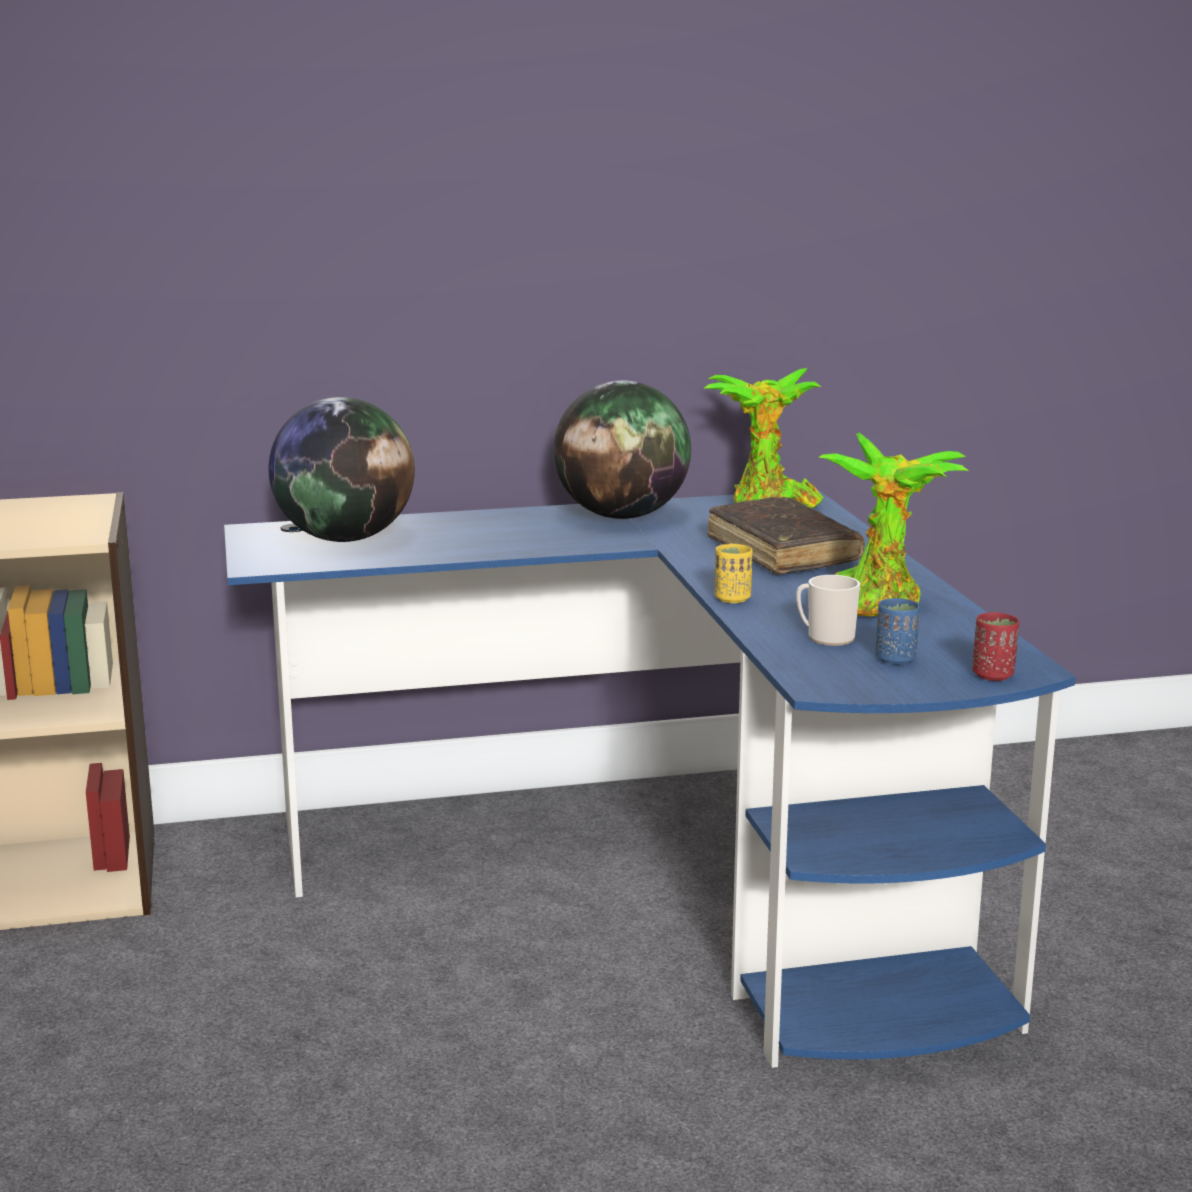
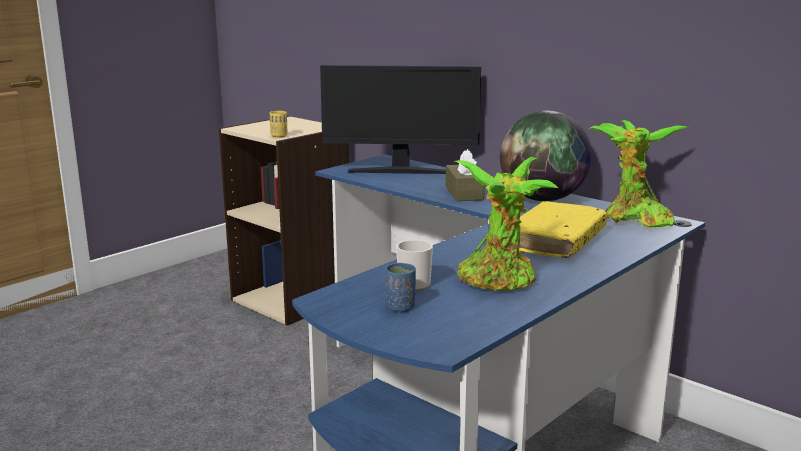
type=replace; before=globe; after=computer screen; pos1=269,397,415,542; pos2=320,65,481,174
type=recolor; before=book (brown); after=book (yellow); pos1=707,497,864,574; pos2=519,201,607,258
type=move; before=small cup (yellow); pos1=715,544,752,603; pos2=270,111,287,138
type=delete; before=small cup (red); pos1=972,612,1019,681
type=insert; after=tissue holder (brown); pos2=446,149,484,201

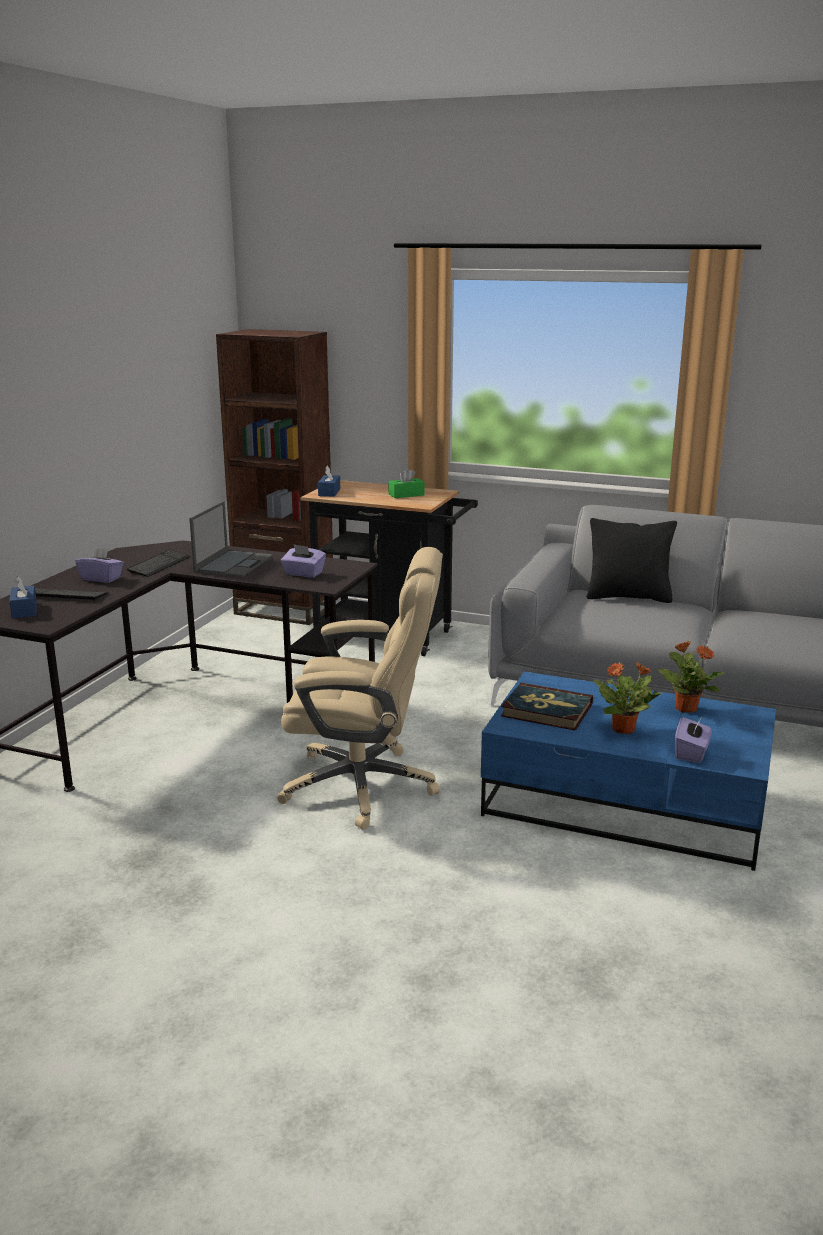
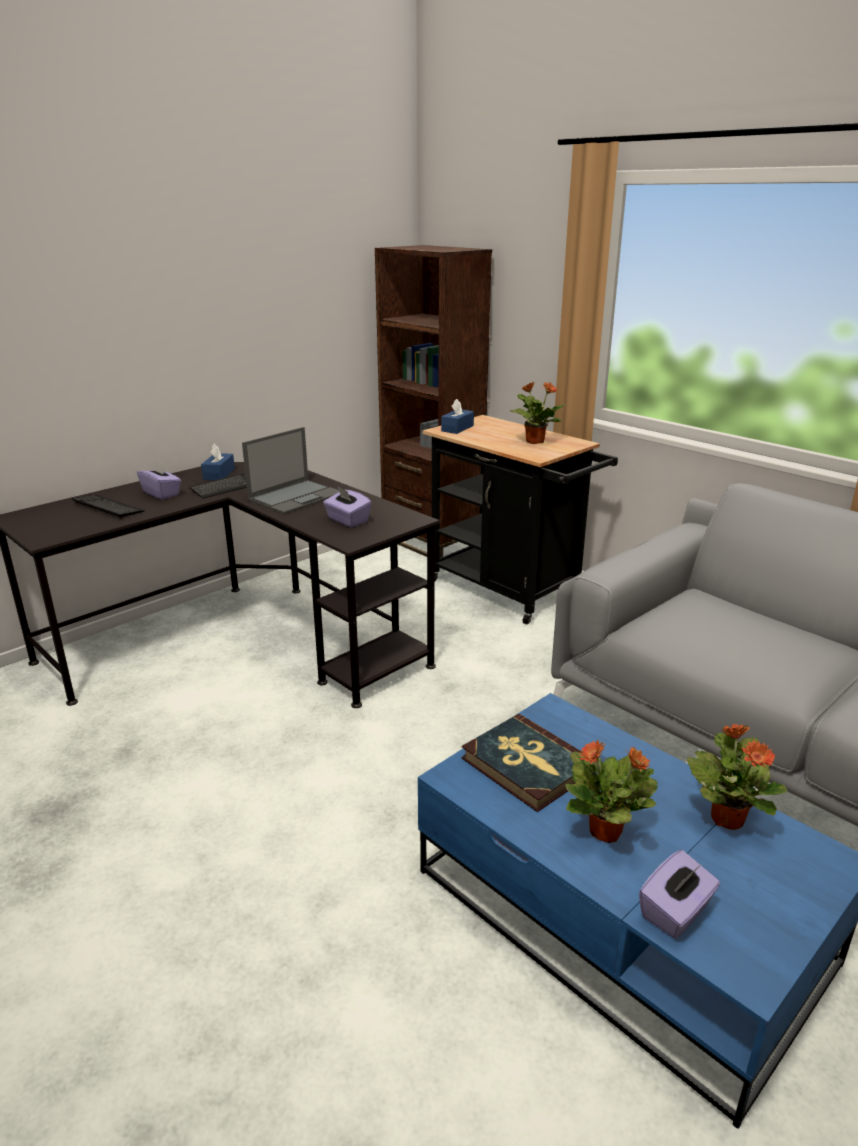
type=replace; before=tissue holder (green-coloured); after=potted plant; pos1=389,468,424,498; pos2=509,381,566,444
type=delete; before=cushion (black); pos1=587,518,677,603
type=delete; before=computer chair (beige); pos1=277,547,443,829
type=move; before=tissue holder (blue-coloured); pos1=9,576,37,618; pos2=201,444,235,480

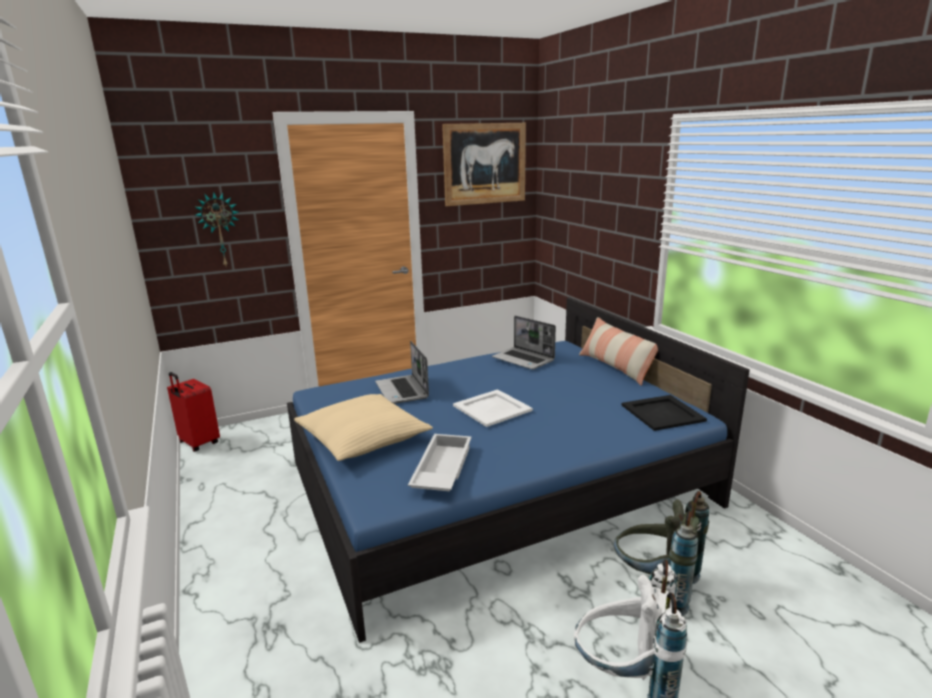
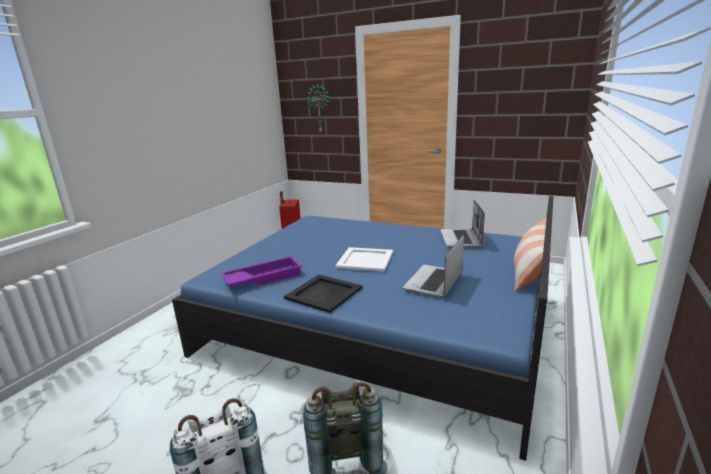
type=delete; before=wall art; pos1=442,123,526,206
type=move; before=notebook computer; pos1=375,341,429,404; pos2=403,235,464,298
type=delete; before=cushion (beige); pos1=294,394,433,461
type=move; before=tray (black); pos1=622,395,707,431; pos2=284,275,363,313
type=recolor; before=tray (white); after=tray (purple); pos1=408,434,472,491; pos2=221,256,302,286

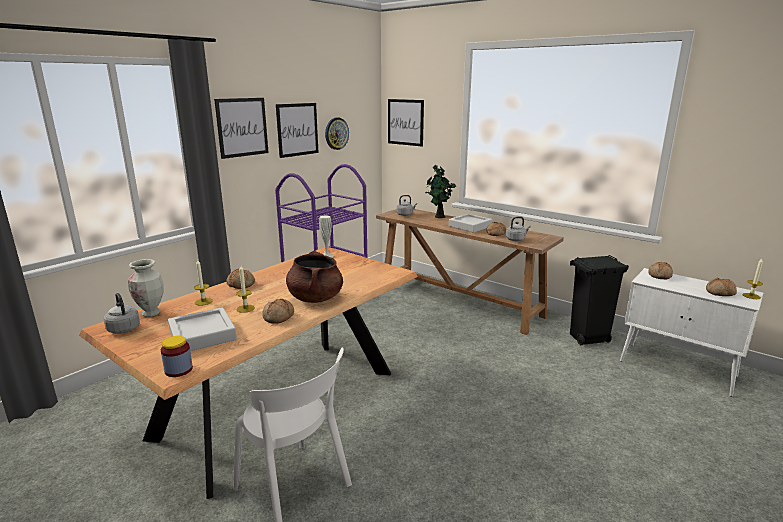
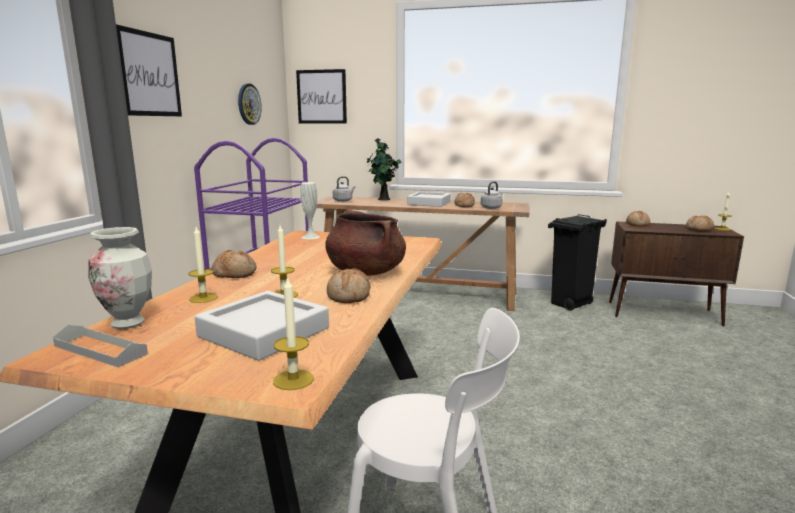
type=delete; before=wall art; pos1=276,103,319,158
type=recolor; before=cupboard (white); after=cupboard (brown); pos1=620,268,763,397; pos2=609,221,744,326
type=replace; before=water kettle (grey); after=tray (grey); pos1=104,293,140,334; pos2=53,325,148,368
type=replace; before=preserve jar; after=wax candle; pos1=161,336,193,377; pos2=273,276,314,390

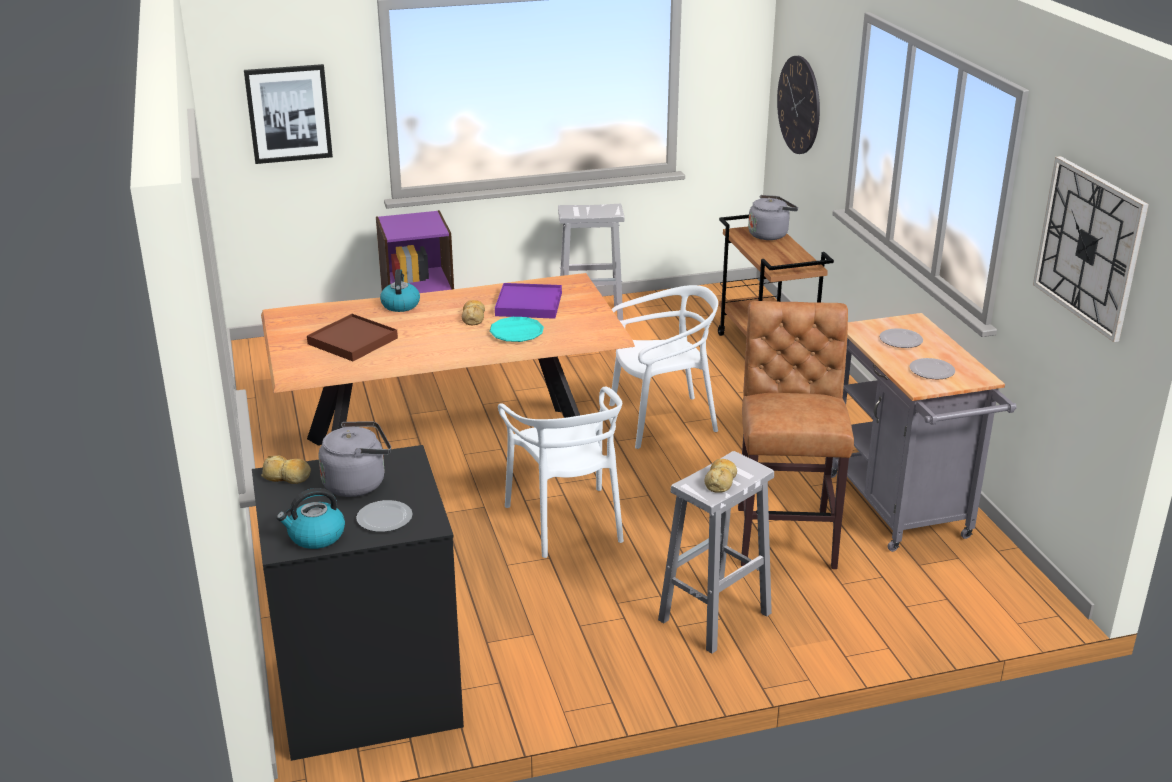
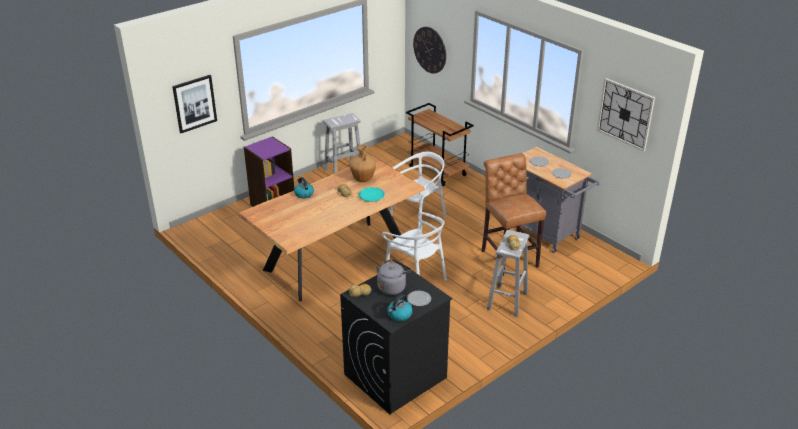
type=delete; before=water kettle (grey); pos1=748,195,798,240
type=replace; before=tray (purple); after=flower vase (brown); pos1=495,283,562,319; pos2=349,145,376,182
type=delete; before=tray (brown); pos1=307,314,398,361

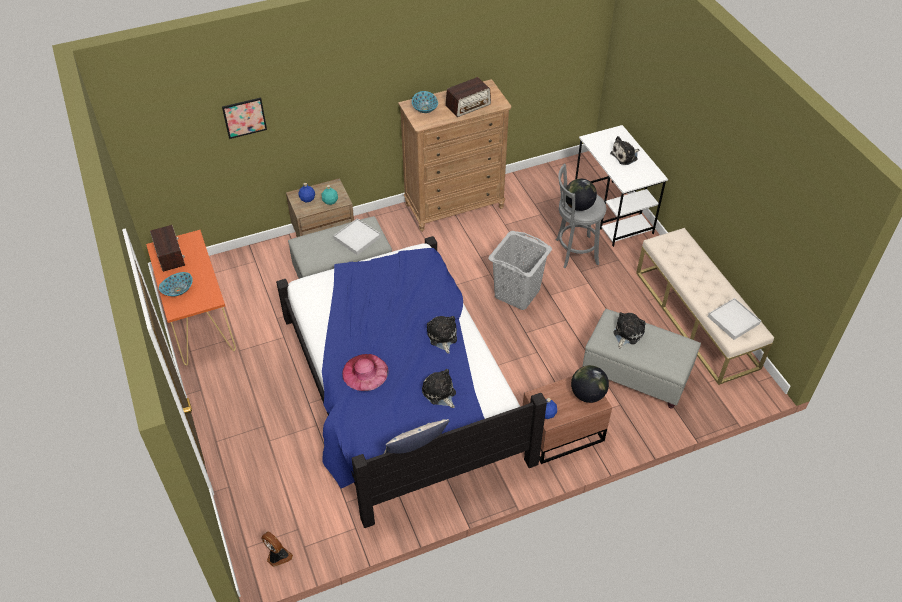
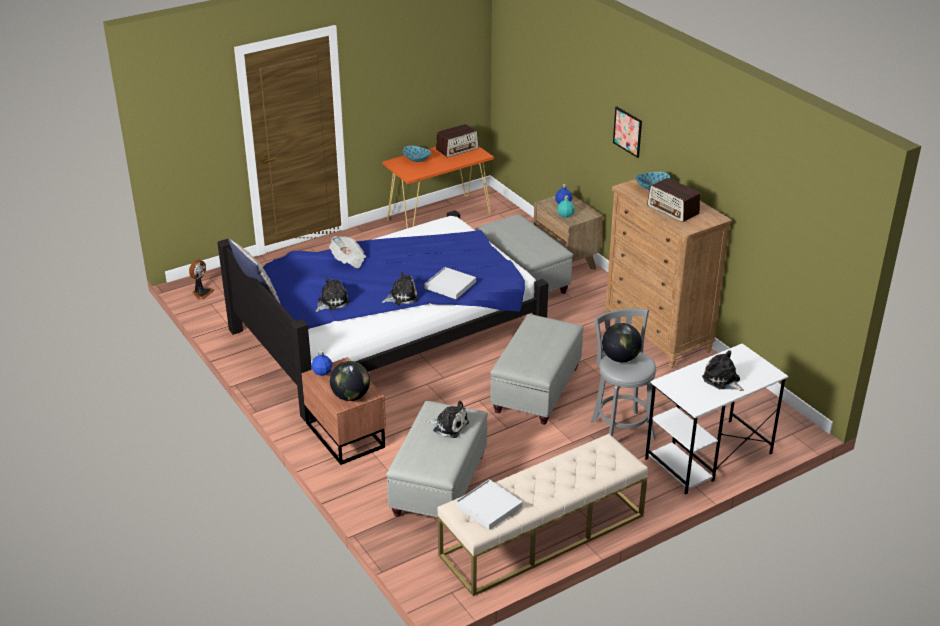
type=move; before=wall art; pos1=222,98,267,139; pos2=613,107,642,158
type=move; before=tray (white); pos1=333,218,381,255; pos2=424,267,476,299
type=replace; before=hamper (grey); after=pouffe (grey); pos1=489,231,552,310; pos2=490,314,584,425
type=replace; before=hat (pink); after=daily paper; pos1=342,354,388,391; pos2=329,236,366,268

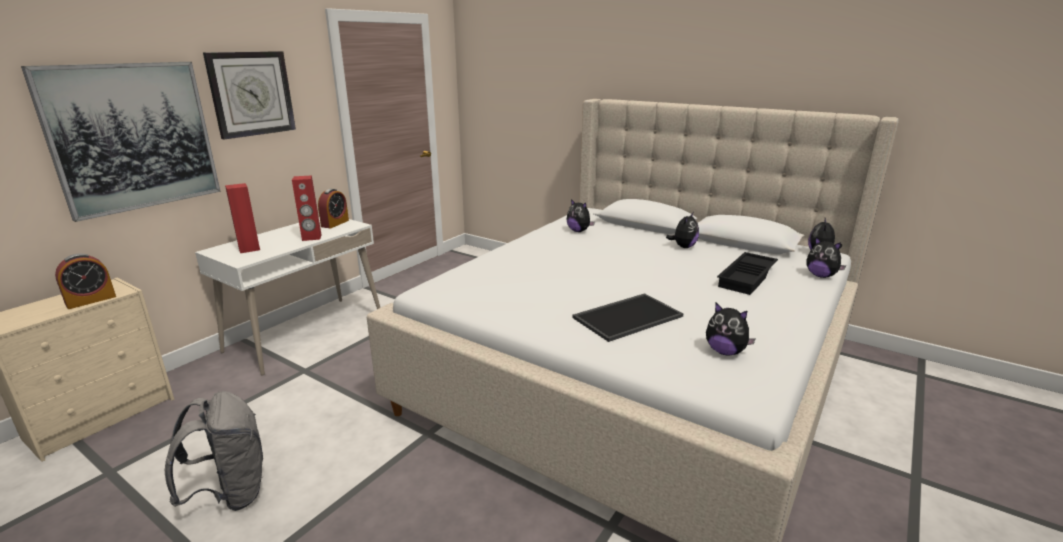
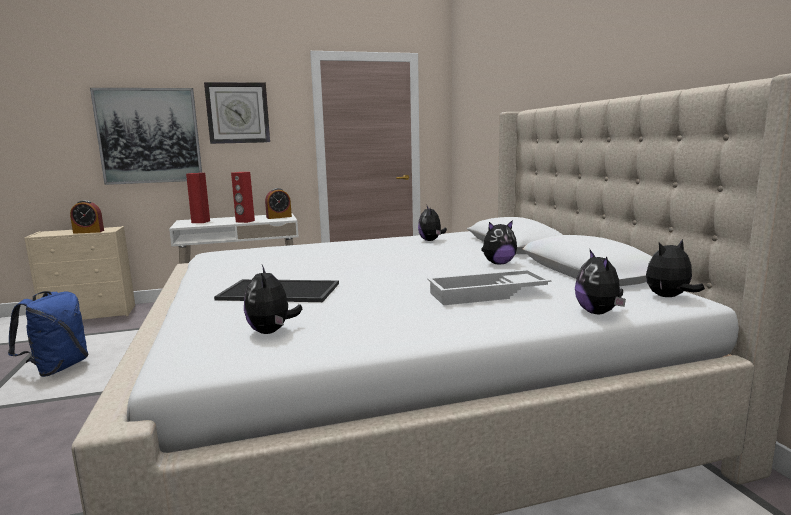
type=recolor; before=tray (black); after=tray (white); pos1=717,252,778,295; pos2=427,269,552,305
type=recolor; before=knapsack (grey); after=knapsack (blue-coloured); pos1=164,391,264,511; pos2=8,291,89,377

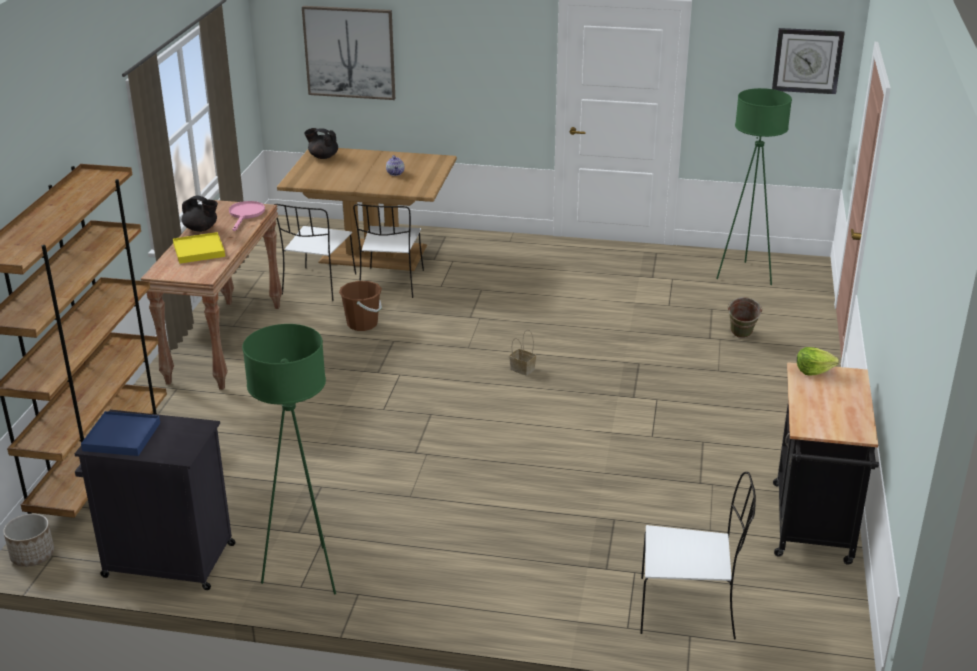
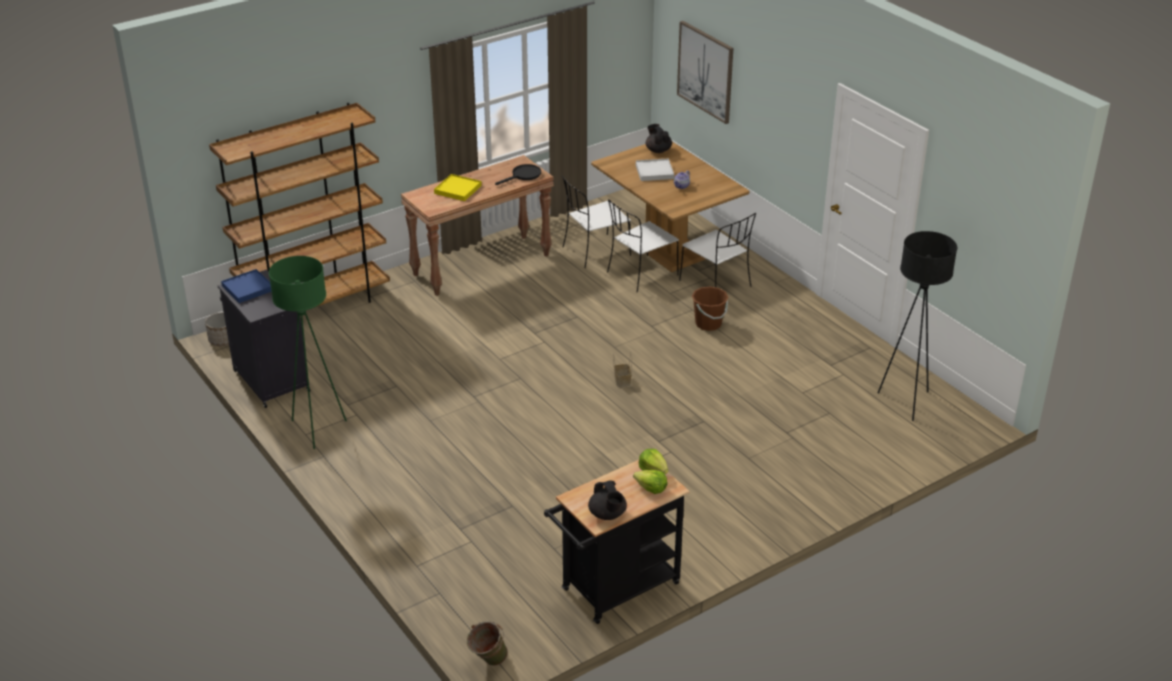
type=delete; before=clock on the wall; pos1=772,28,845,94
type=recolor; before=standing lamp (green-coloured); after=standing lamp (black); pos1=716,88,792,285; pos2=878,231,957,421
type=move; before=tea pot (black); pos1=182,196,218,232; pos2=588,480,627,520
type=recolor; before=frying pan (pink); after=frying pan (black); pos1=229,201,265,231; pos2=495,164,541,185
type=move; before=pail (brown); pos1=339,281,382,331; pos2=692,287,729,331
type=move; before=pail (green-coloured); pos1=728,297,763,338; pos2=467,621,508,666
type=move; before=plain chair (white); pos1=640,472,756,639; pos2=679,213,756,287
type=insert; after=tray (white); pos2=636,158,674,181
type=insert; after=lettuce head; pos2=633,470,667,494

